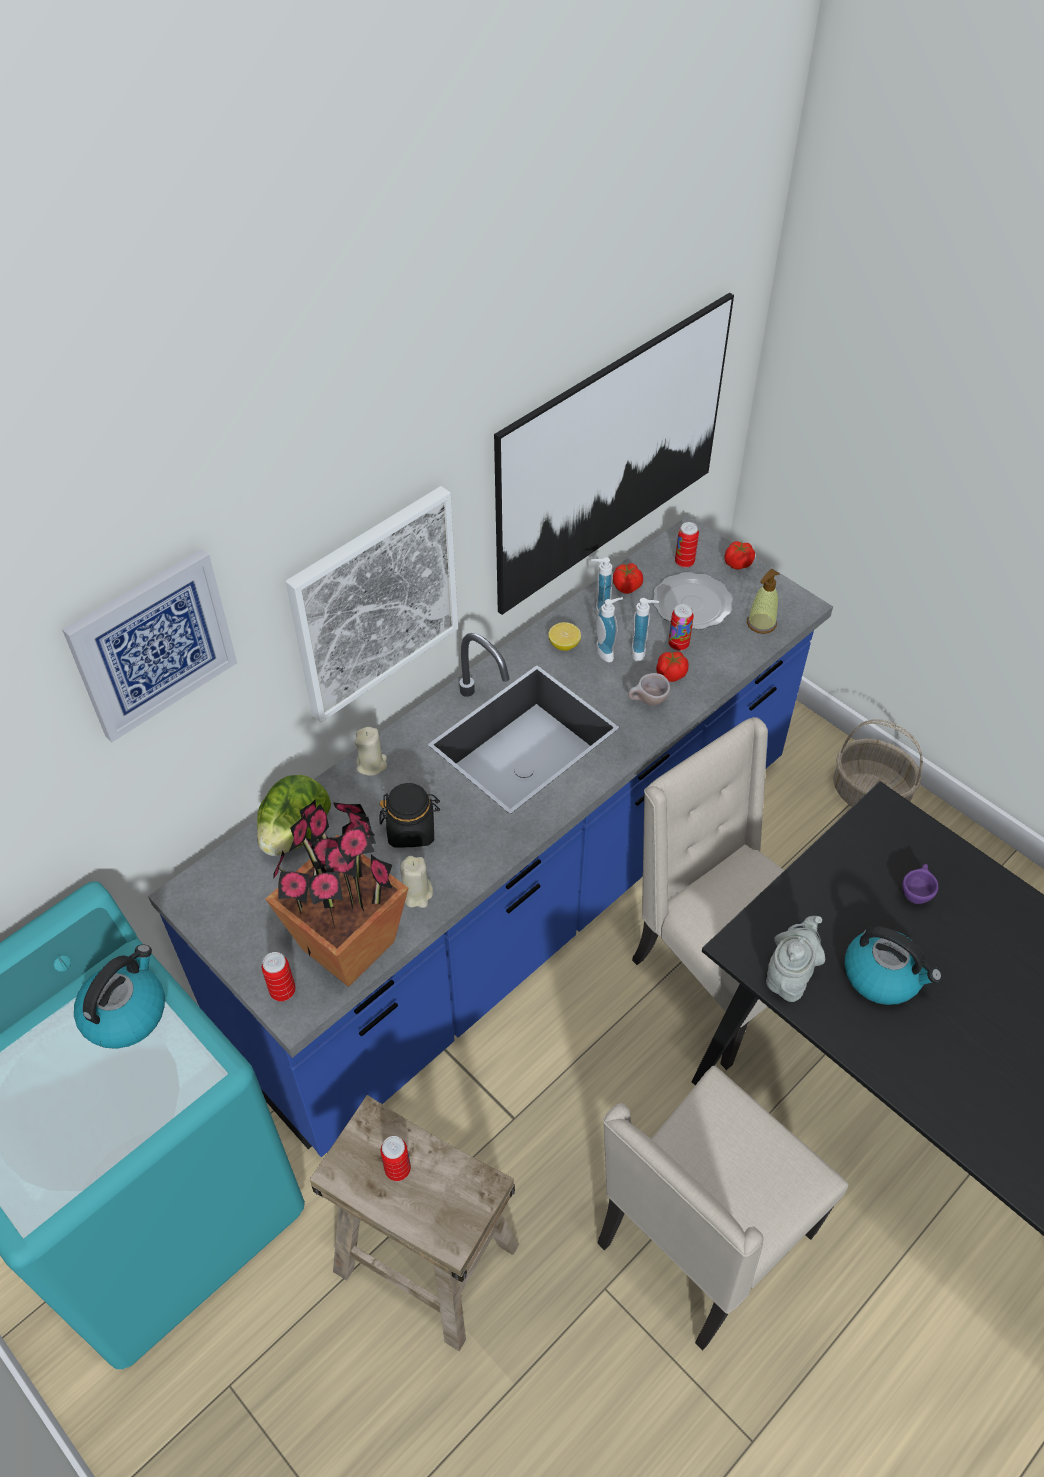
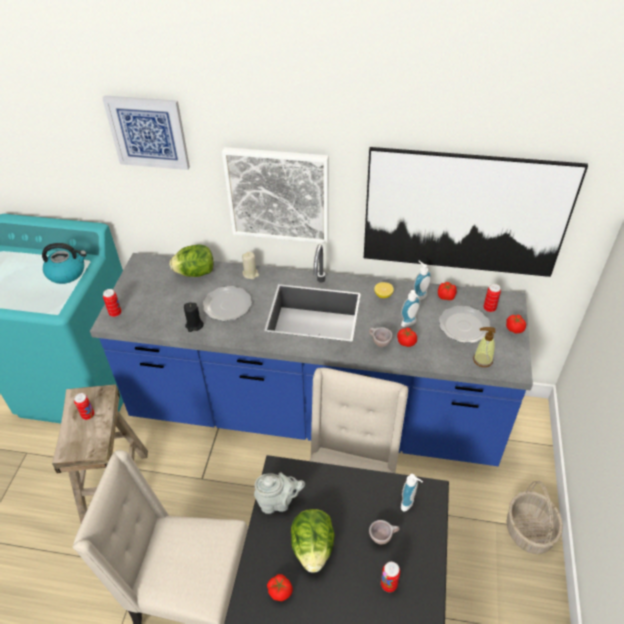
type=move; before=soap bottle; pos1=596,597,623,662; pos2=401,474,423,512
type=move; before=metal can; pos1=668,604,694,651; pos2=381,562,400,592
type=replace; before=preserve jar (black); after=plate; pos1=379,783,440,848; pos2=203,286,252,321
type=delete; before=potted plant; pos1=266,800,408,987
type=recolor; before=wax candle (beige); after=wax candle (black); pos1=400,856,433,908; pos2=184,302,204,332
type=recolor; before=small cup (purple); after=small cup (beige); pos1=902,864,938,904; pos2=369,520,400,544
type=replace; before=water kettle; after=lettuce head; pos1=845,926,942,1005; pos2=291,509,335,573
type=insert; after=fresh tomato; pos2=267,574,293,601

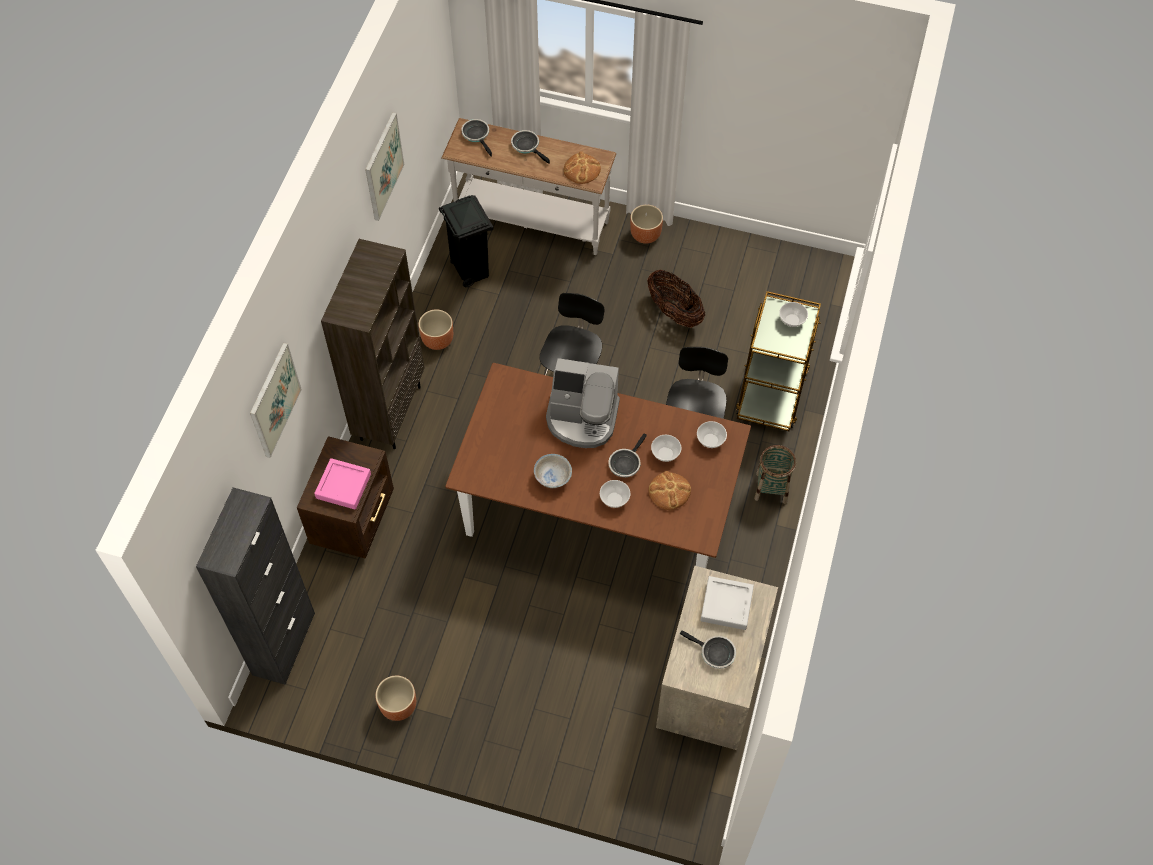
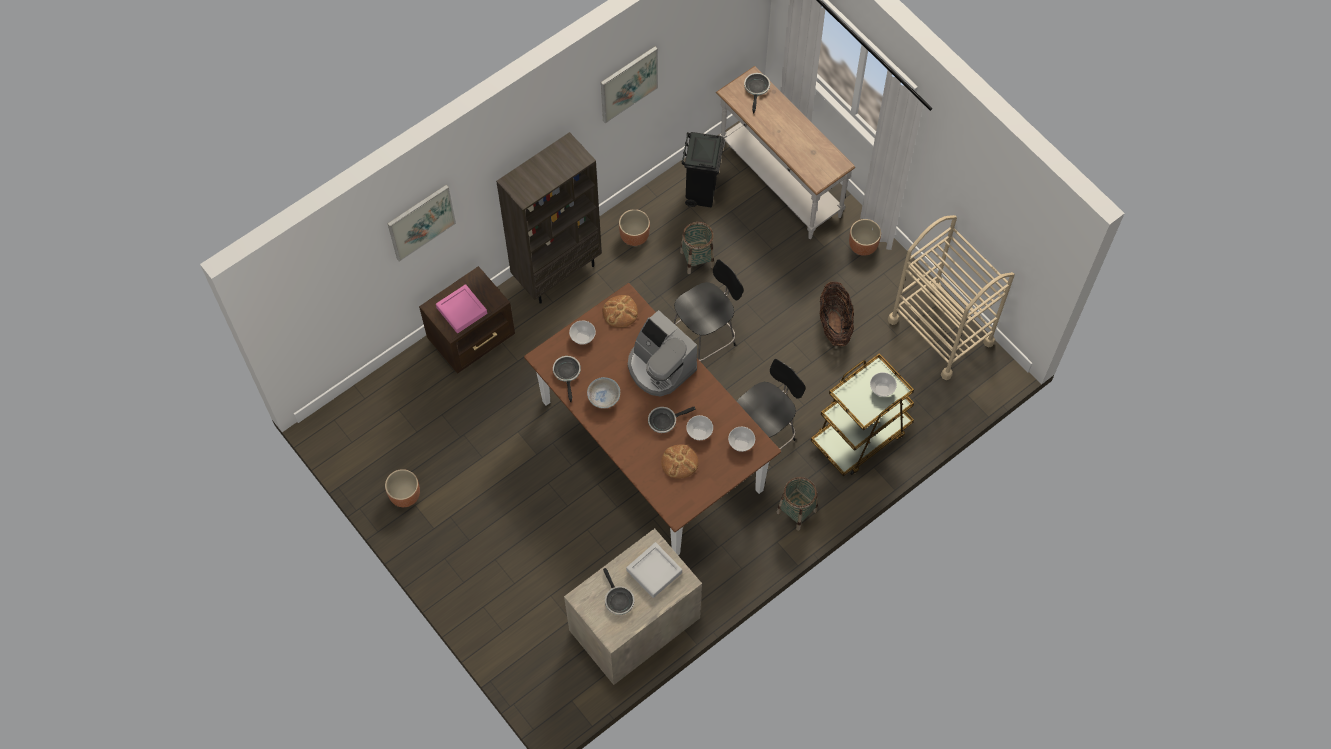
type=move; before=frying pan; pos1=511,130,550,164; pos2=553,356,581,402
type=move; before=baked bread; pos1=564,151,601,184; pos2=603,295,638,328
type=move; before=serving bowl; pos1=600,480,630,508; pos2=569,320,596,345
type=delete; before=cupboard (black); pos1=196,487,315,685
type=insert; after=cart (beige); pos2=888,215,1015,380
type=insert; after=basket; pos2=680,222,714,274

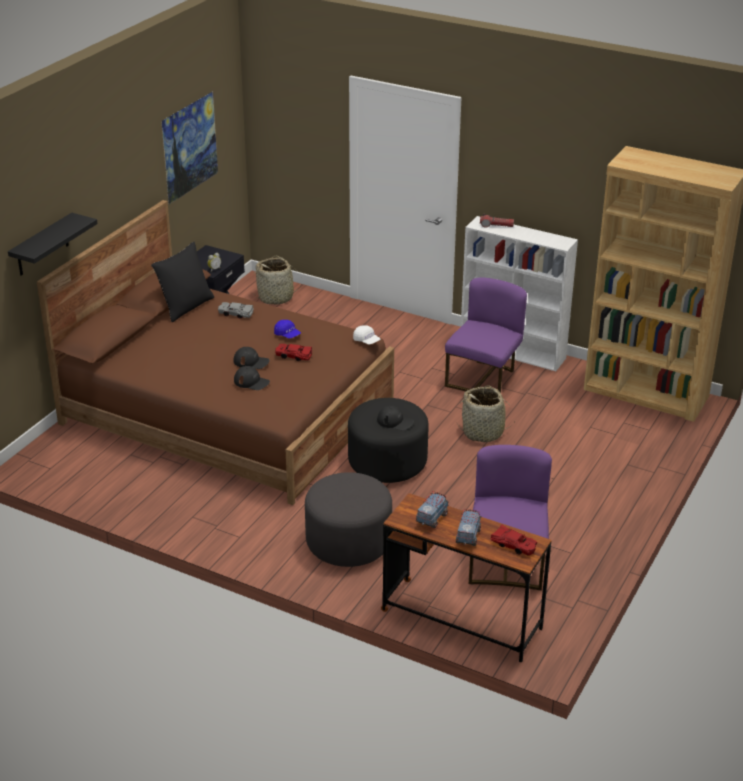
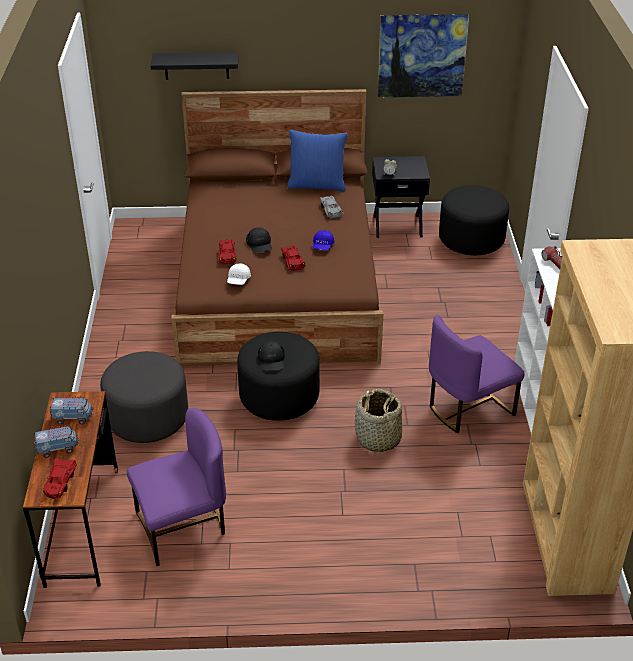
type=recolor; before=cushion (black); after=cushion (blue-coloured); pos1=151,241,214,322; pos2=287,130,347,192
type=replace; before=basket; after=pouffe (black); pos1=253,256,300,305; pos2=439,185,509,255
type=rotate; before=plain chair (purple); pos1=445,277,527,393; pos2=429,315,525,433; turn=150
type=move; before=cap (white); pos1=353,325,380,344; pos2=227,263,251,285
type=replace; before=cap (black); after=miniature car (red); pos1=234,366,270,390; pos2=218,239,237,264

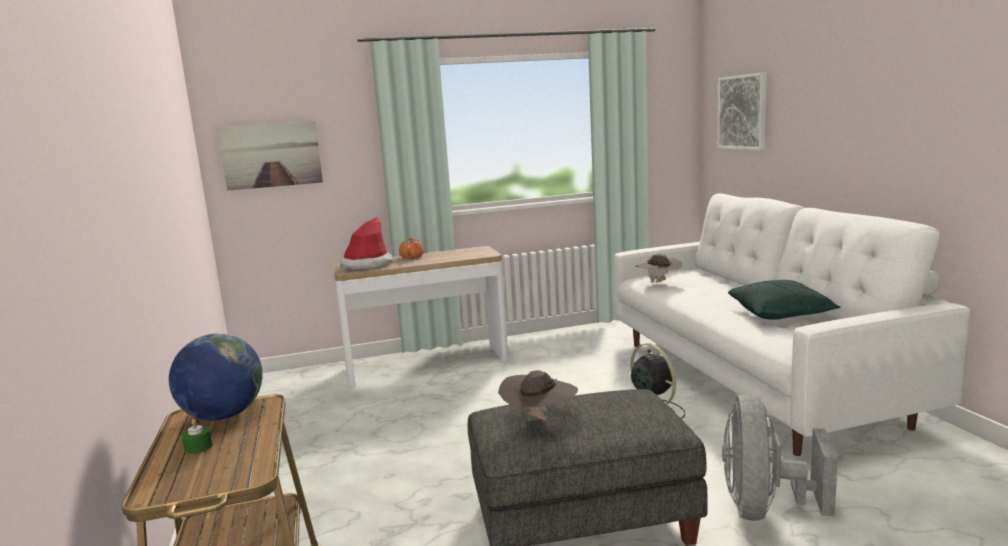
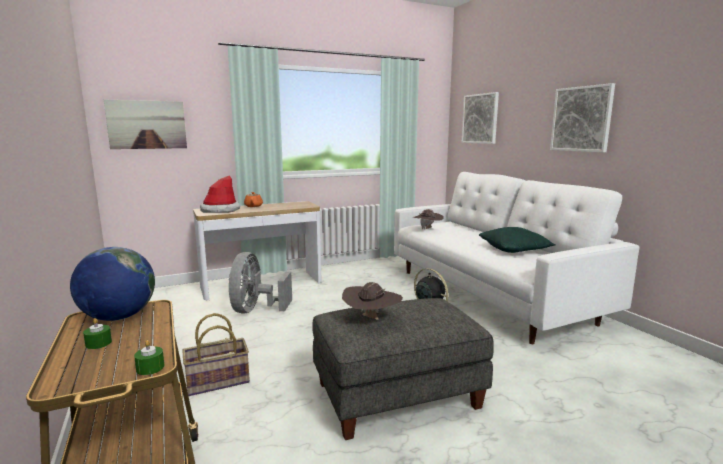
type=move; before=fan (grey); pos1=722,394,838,521; pos2=229,252,292,313
type=insert; after=wall art; pos2=550,83,615,153
type=insert; after=basket; pos2=182,313,250,396
type=insert; after=wax candle (green-coloured); pos2=134,340,165,375

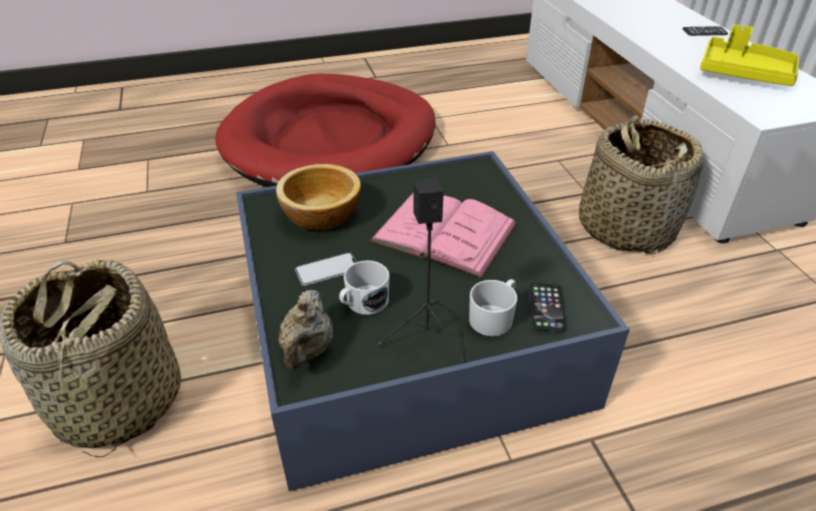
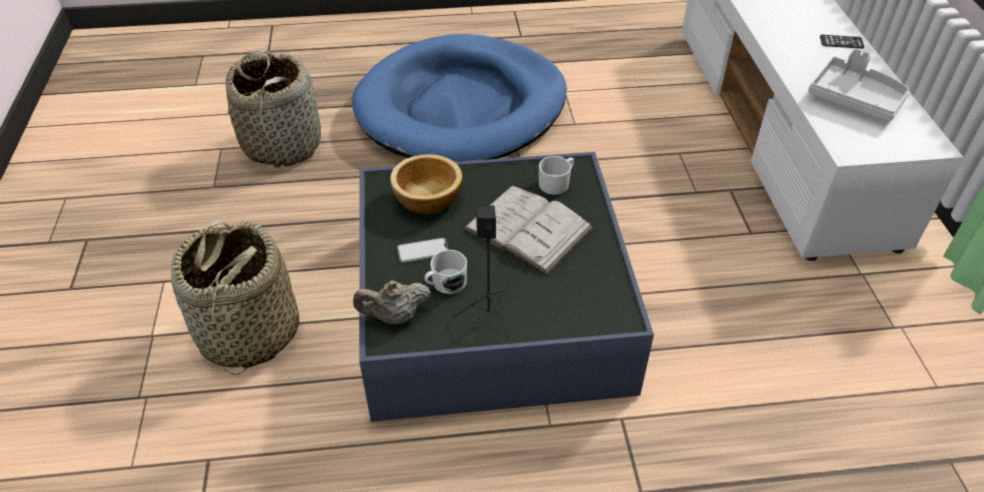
type=recolor; before=tray (yellow); after=tray (grey); pos1=700,24,799,86; pos2=808,48,910,122
type=recolor; before=pet bed (red); after=pet bed (blue-coloured); pos1=215,73,436,187; pos2=352,34,567,162
type=move; before=basket; pos1=579,116,704,254; pos2=226,50,321,168
type=recolor; before=book (pink); after=book (white); pos1=370,192,517,278; pos2=463,186,594,274
type=move; before=mug (white); pos1=469,279,517,336; pos2=539,156,574,195
type=delete; before=handset; pos1=530,283,566,331
type=rotate; before=tea pot (beige); pos1=279,290,333,370; pos2=353,280,431,324; turn=60

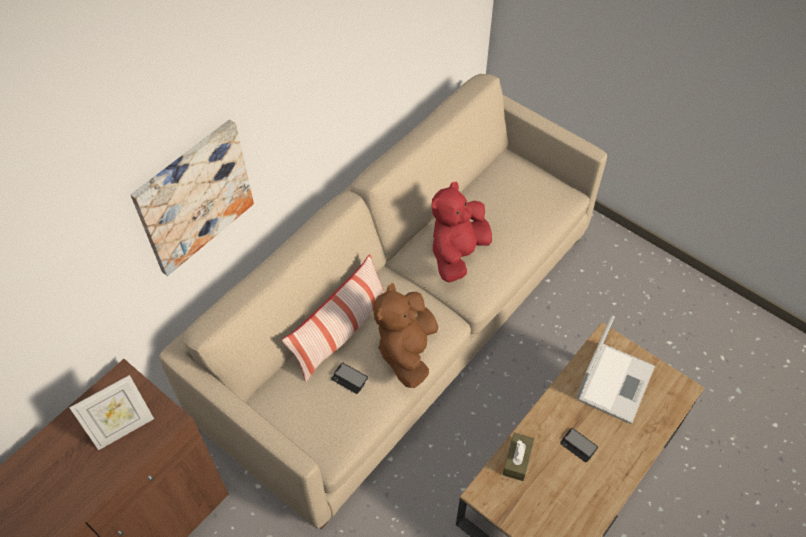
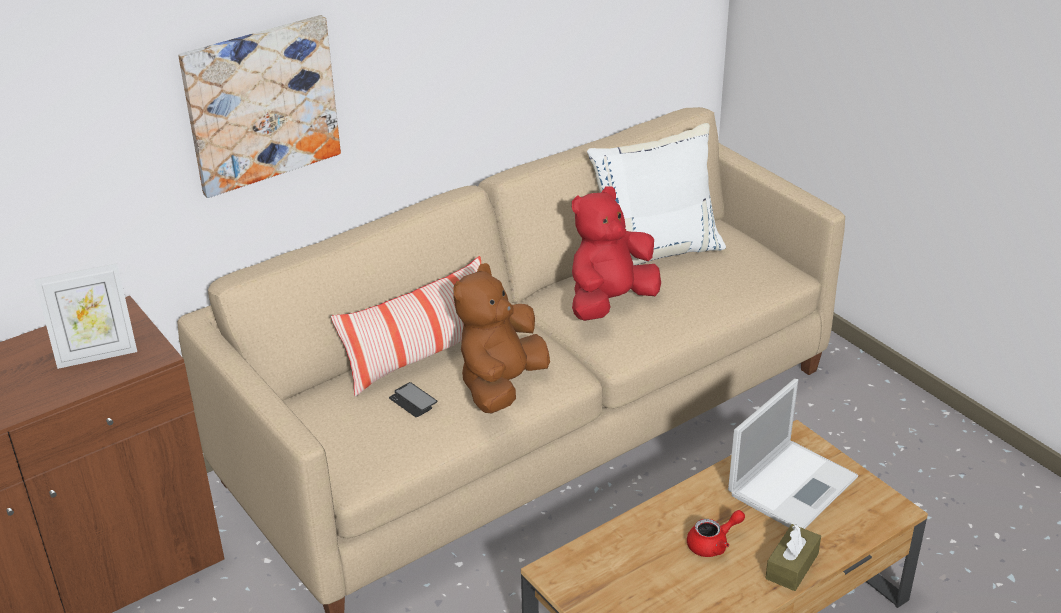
type=replace; before=handset; after=tea pot (red); pos1=560,428,598,462; pos2=687,510,745,557
type=move; before=tissue holder (brown); pos1=503,433,534,481; pos2=765,524,821,591
type=insert; after=cushion (white); pos2=587,123,726,265

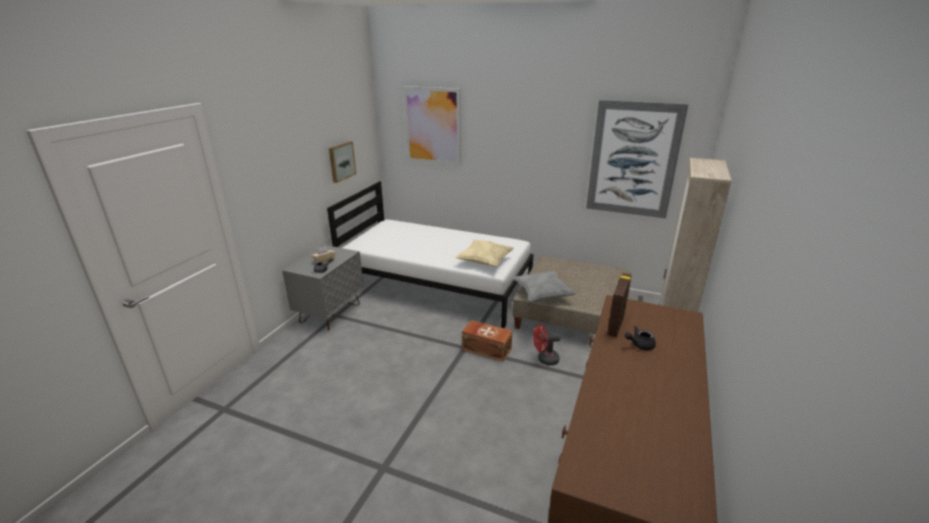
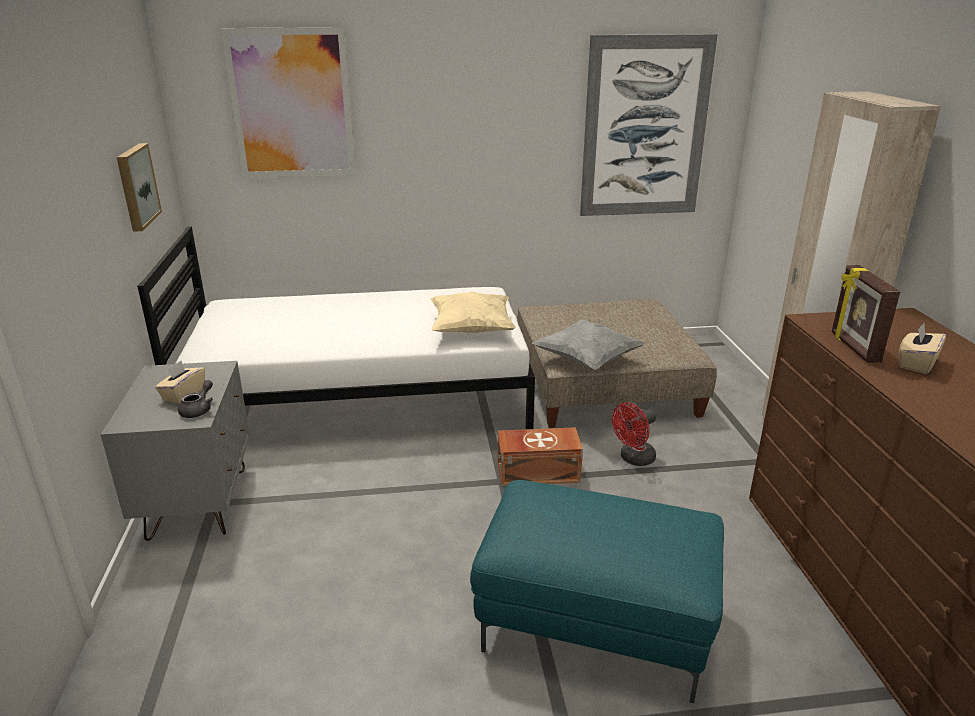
type=replace; before=tea pot (black); after=tissue holder (beige); pos1=624,326,656,350; pos2=899,323,946,374
type=insert; after=pouffe (blue-green); pos2=470,480,724,703

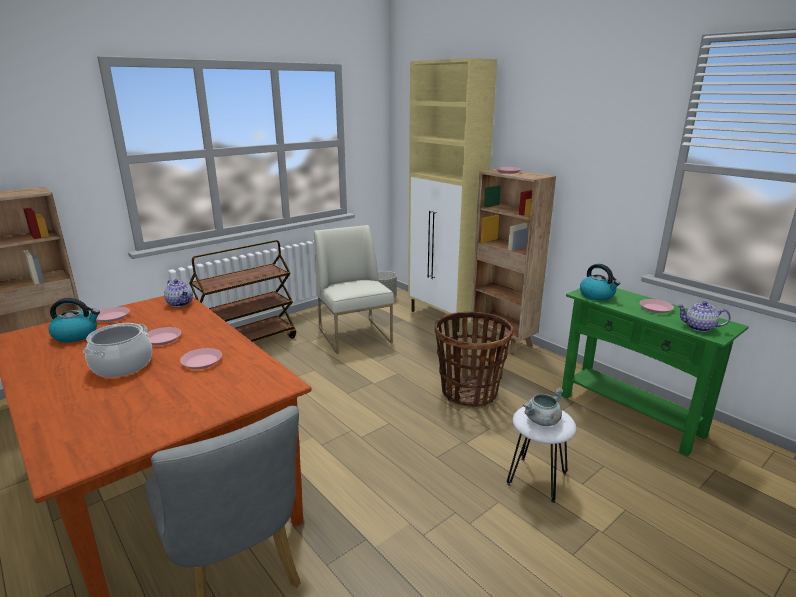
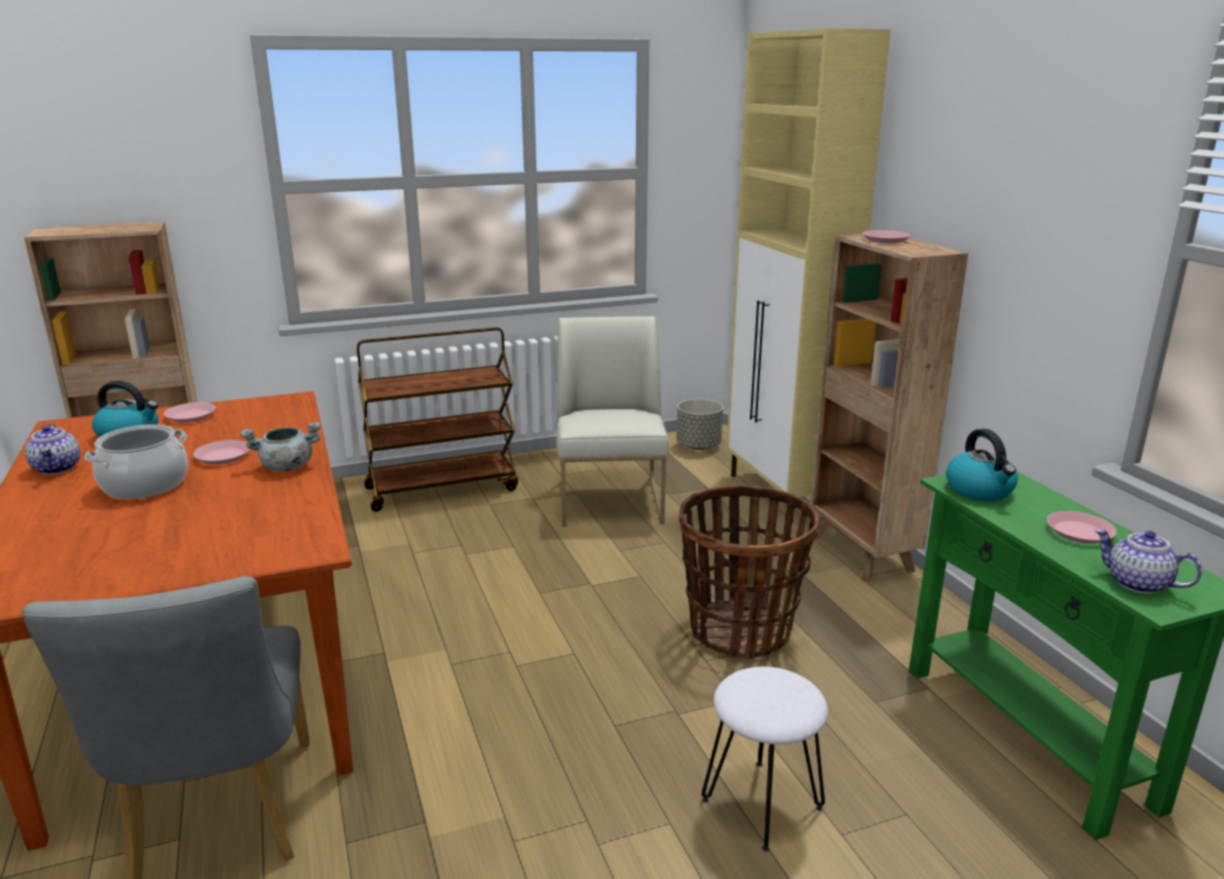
type=move; before=tea pot; pos1=164,279,193,307; pos2=25,424,80,475
type=delete; before=plate (pink); pos1=180,348,222,369
type=move; before=stockpot (grey); pos1=523,387,563,426; pos2=240,422,321,472

